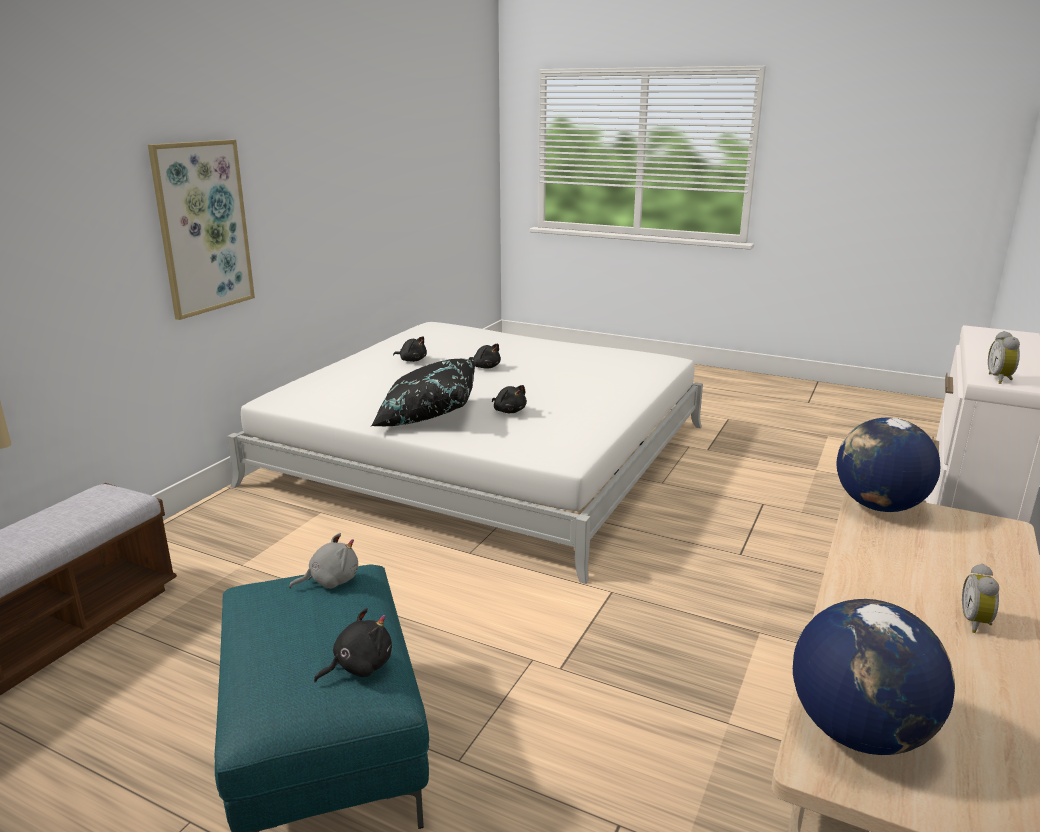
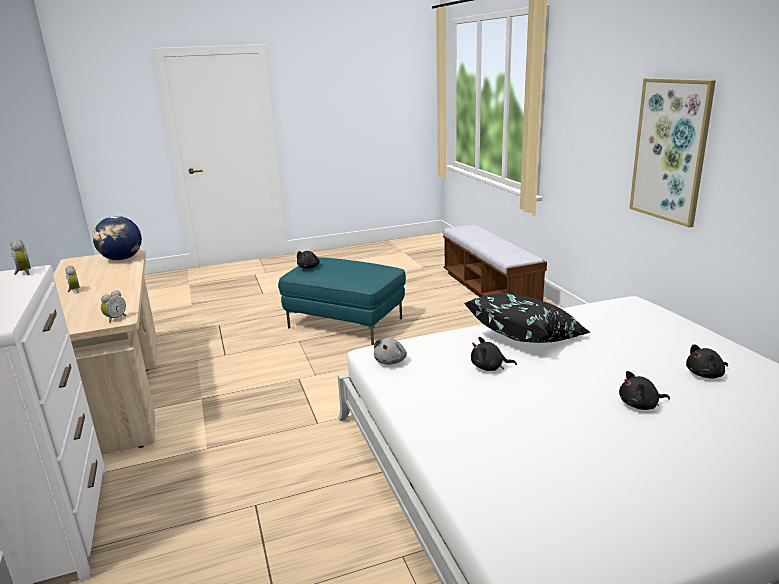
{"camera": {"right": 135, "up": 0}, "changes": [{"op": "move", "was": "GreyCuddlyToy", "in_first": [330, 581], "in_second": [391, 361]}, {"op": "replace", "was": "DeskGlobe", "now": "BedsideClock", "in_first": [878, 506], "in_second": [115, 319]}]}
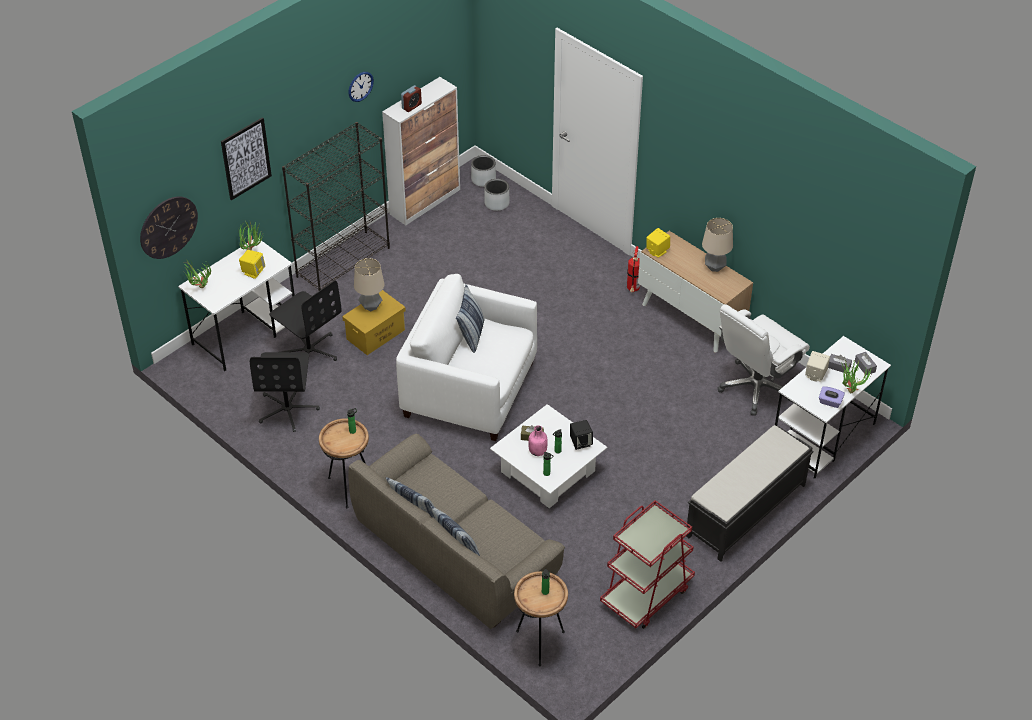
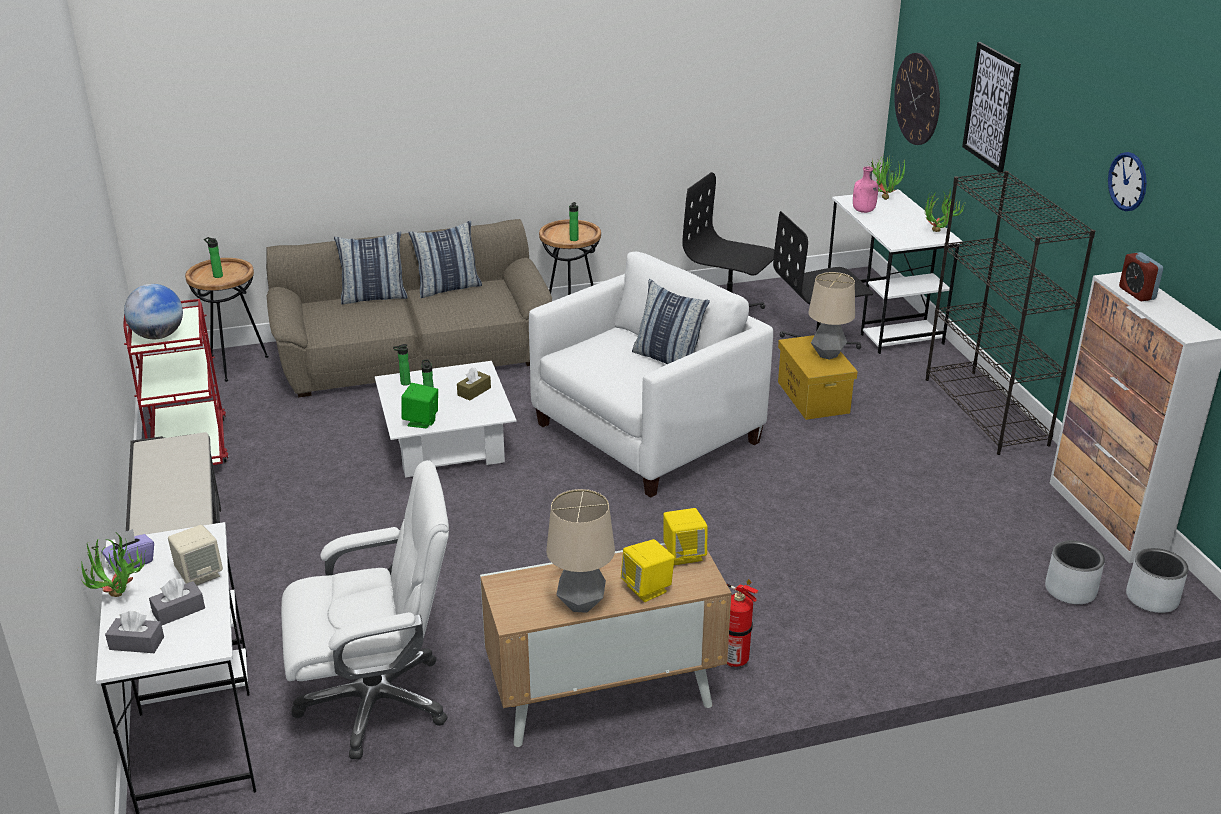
{"camera": {"right": 120, "up": -15}, "changes": [{"op": "insert", "now": "DeskGlobe", "in_second": [158, 336]}, {"op": "move", "was": "YellowishSpeaker", "in_first": [253, 272], "in_second": [647, 589]}, {"op": "move", "was": "PinkishBeverageBottle", "in_first": [538, 451], "in_second": [863, 211]}, {"op": "recolor", "was": "BlackishSpeaker", "now": "GreenishSpeaker", "in_first": [581, 442], "in_second": [421, 421]}, {"op": "rotate", "was": "WhiteDeskChair", "in_first": [756, 387], "in_second": [376, 701], "clockwise": 90}]}
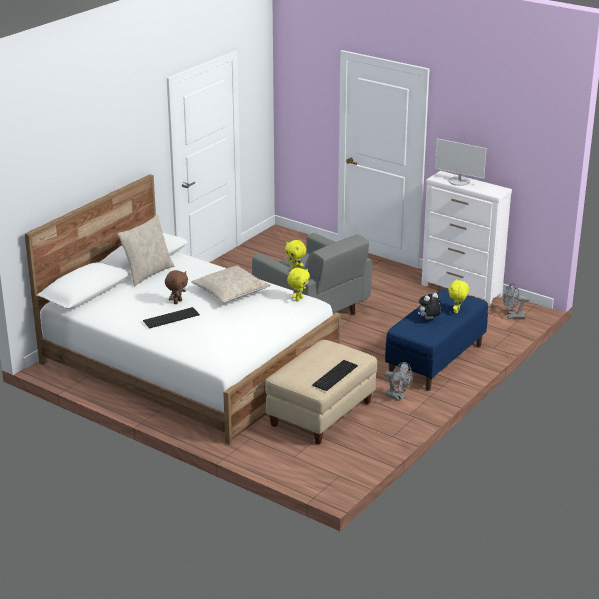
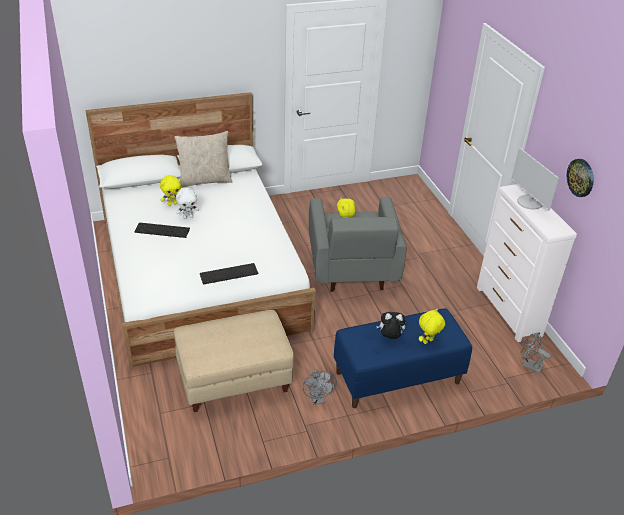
{"camera": {"right": 35, "up": 10}, "changes": [{"op": "delete", "was": "BeigeCushion", "in_first": [231, 291]}, {"op": "insert", "now": "HangingClock", "in_second": [580, 177]}, {"op": "move", "was": "YellowishCuddlyToy", "in_first": [298, 299], "in_second": [172, 204]}, {"op": "move", "was": "Keyboard", "in_first": [334, 375], "in_second": [229, 273]}, {"op": "recolor", "was": "BrownishCuddlyToy", "now": "WhiteCuddlyToy", "in_first": [177, 302], "in_second": [188, 217]}]}
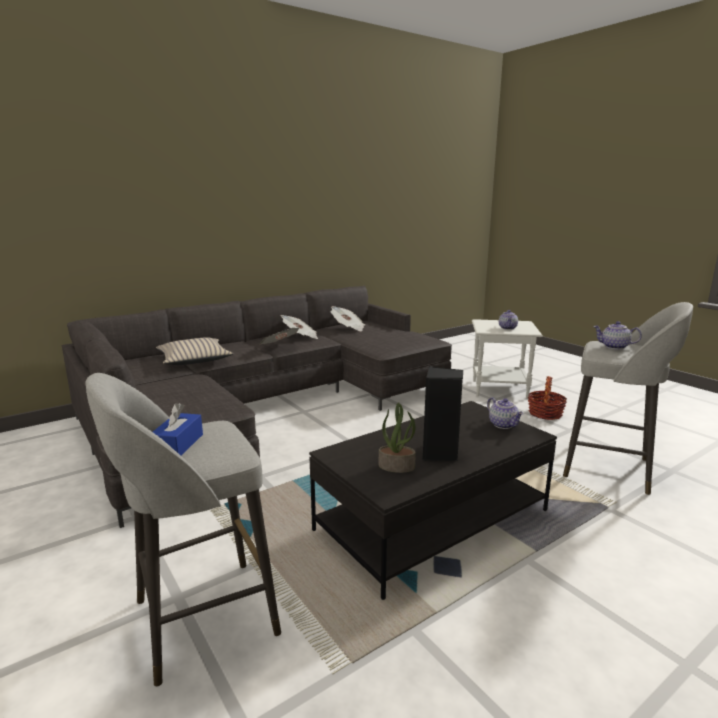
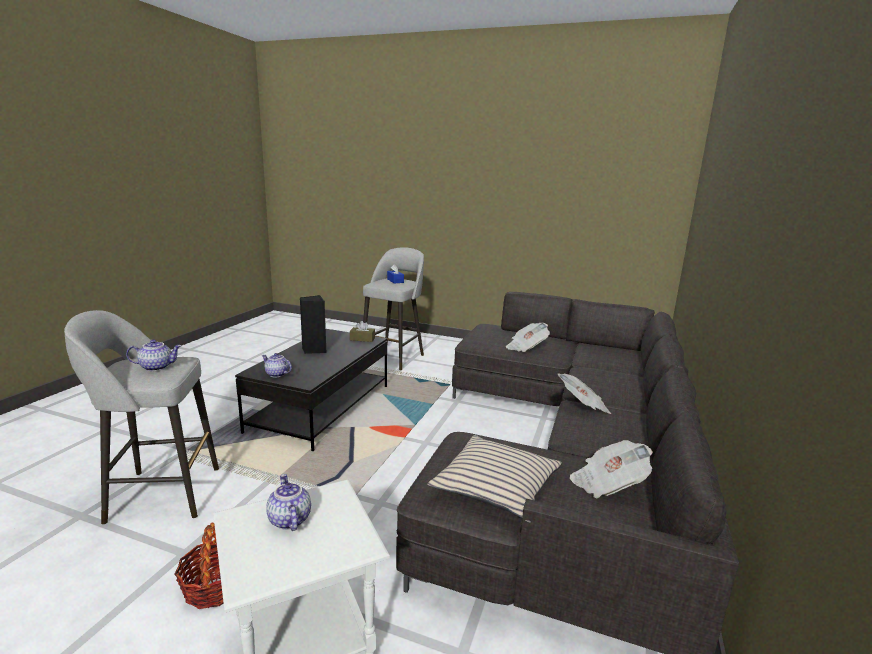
{"camera": {"right": 145, "up": 0}, "changes": [{"op": "delete", "was": "PottedPlant", "in_first": [397, 466]}, {"op": "insert", "now": "BrownishTissueHolder", "in_second": [362, 339]}, {"op": "move", "was": "BeigeCushion", "in_first": [194, 359], "in_second": [496, 486]}, {"op": "move", "was": "PrintedPaper", "in_first": [300, 337], "in_second": [526, 347]}]}
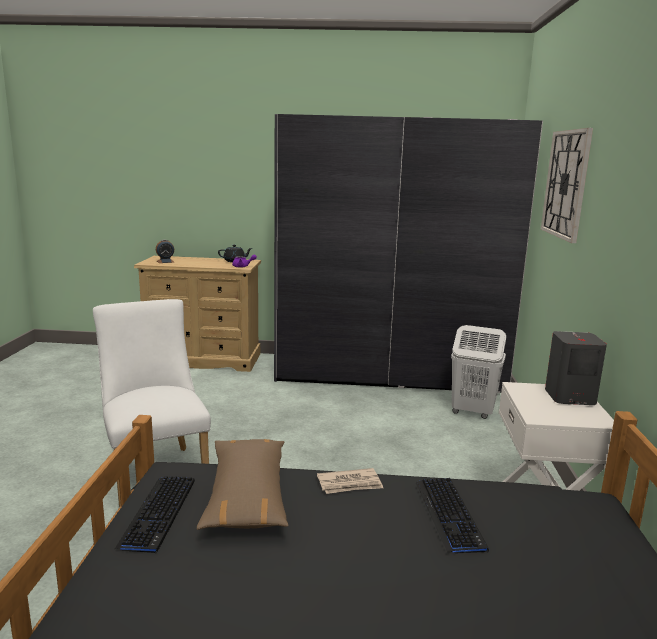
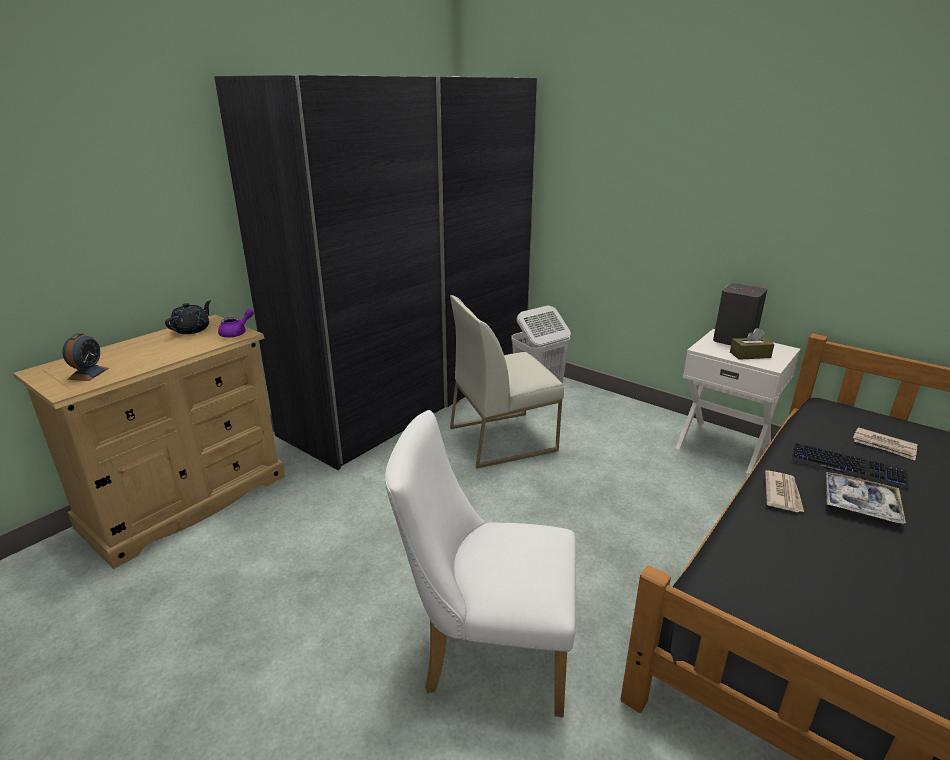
{"camera": {"right": -55, "up": 10}, "changes": [{"op": "delete", "was": "Keyboard", "in_first": [158, 513]}, {"op": "delete", "was": "BrownishCushion", "in_first": [247, 495]}, {"op": "delete", "was": "HangingClock", "in_first": [566, 184]}, {"op": "insert", "now": "WhitePlainChair", "in_second": [503, 438]}, {"op": "insert", "now": "BrownishTissueHolder", "in_second": [750, 355]}, {"op": "insert", "now": "CarryingTray", "in_second": [860, 504]}, {"op": "insert", "now": "PrintedPaper", "in_second": [884, 446]}]}
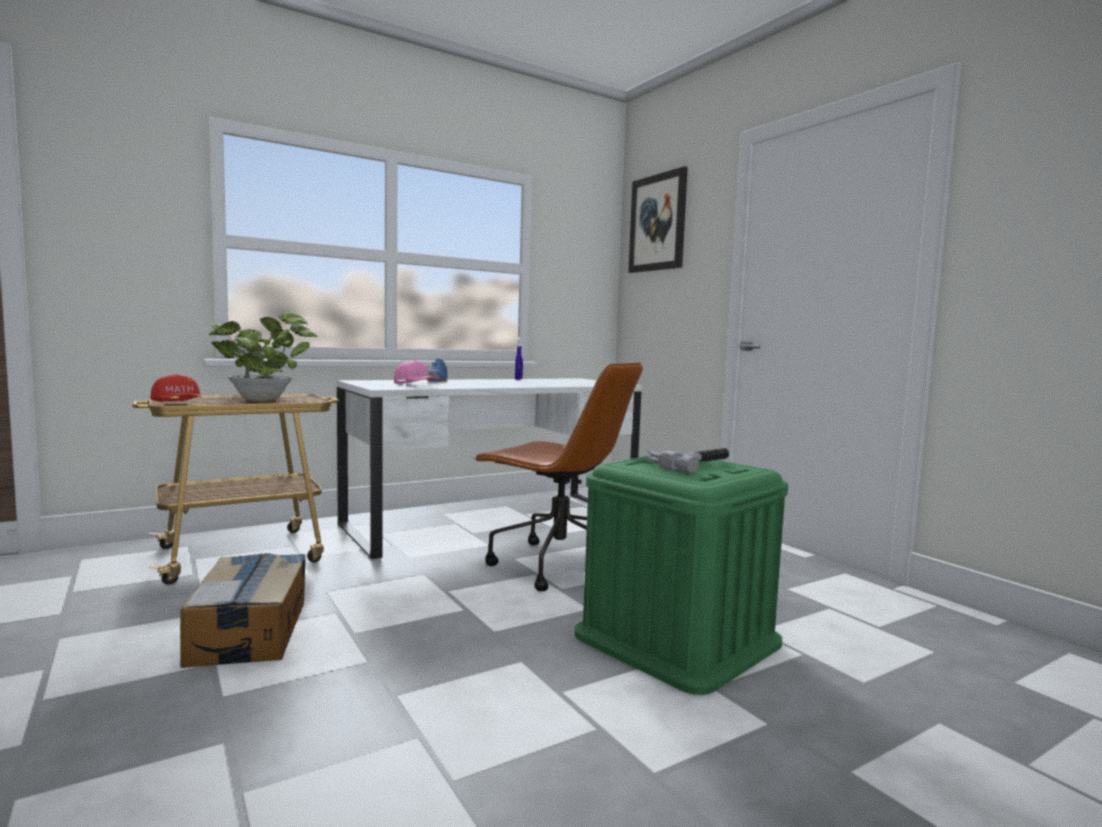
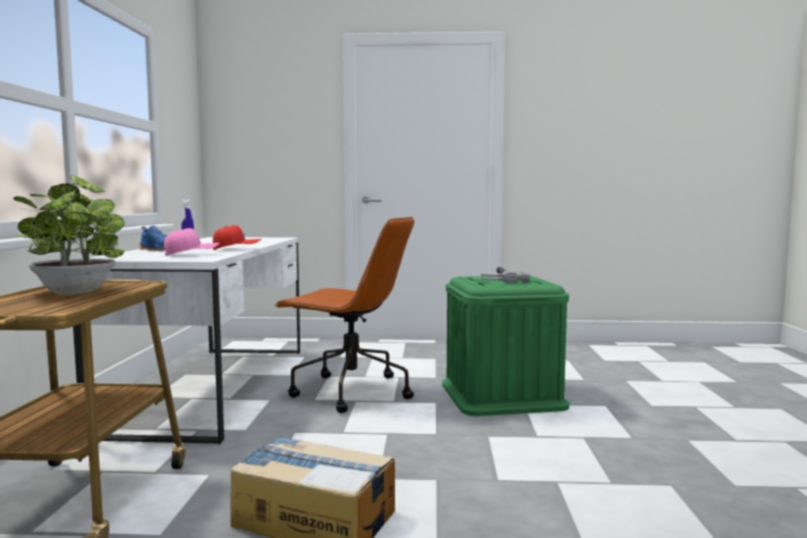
{"camera": {"right": -55, "up": 0}, "changes": [{"op": "delete", "was": "WallArt", "in_first": [657, 223]}, {"op": "move", "was": "ReddishBaseballCap", "in_first": [178, 404], "in_second": [237, 249]}, {"op": "rotate", "was": "BrownishDeskChair", "in_first": [556, 565], "in_second": [349, 392], "clockwise": 45}]}
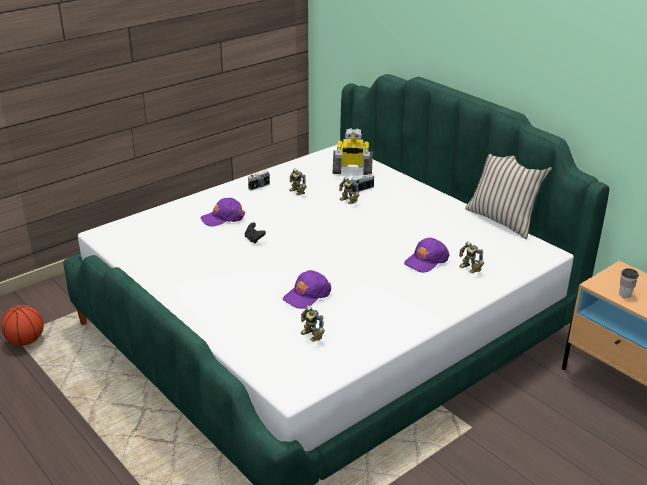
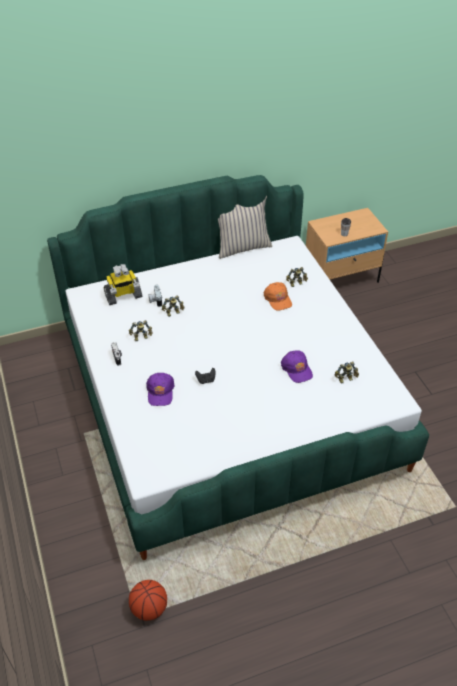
{"camera": {"right": -70, "up": 15}, "changes": [{"op": "recolor", "was": "PurplishBaseballCap", "now": "OrangeyBaseballCap", "in_first": [426, 260], "in_second": [278, 299]}, {"op": "rotate", "was": "ModelRobot", "in_first": [352, 171], "in_second": [123, 296], "clockwise": 45}]}
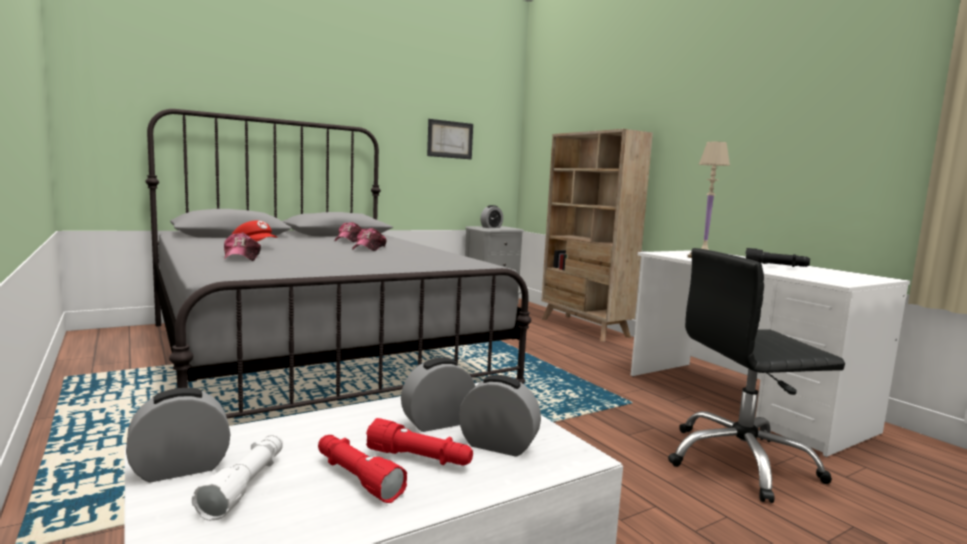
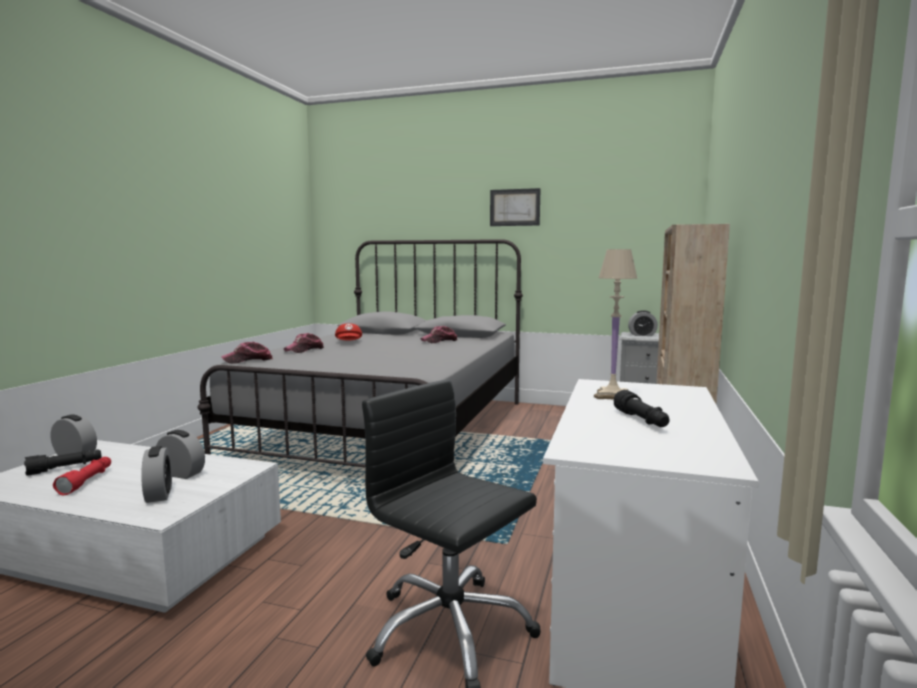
{"camera": {"right": 50, "up": 0}, "changes": [{"op": "delete", "was": "ReddishFlashlight", "in_first": [420, 459]}, {"op": "move", "was": "BaseballCap", "in_first": [369, 248], "in_second": [248, 360]}, {"op": "move", "was": "WallArt", "in_first": [450, 139], "in_second": [514, 207]}, {"op": "recolor", "was": "WhiteFlashlight", "now": "BlackishFlashlight", "in_first": [246, 485], "in_second": [65, 468]}]}
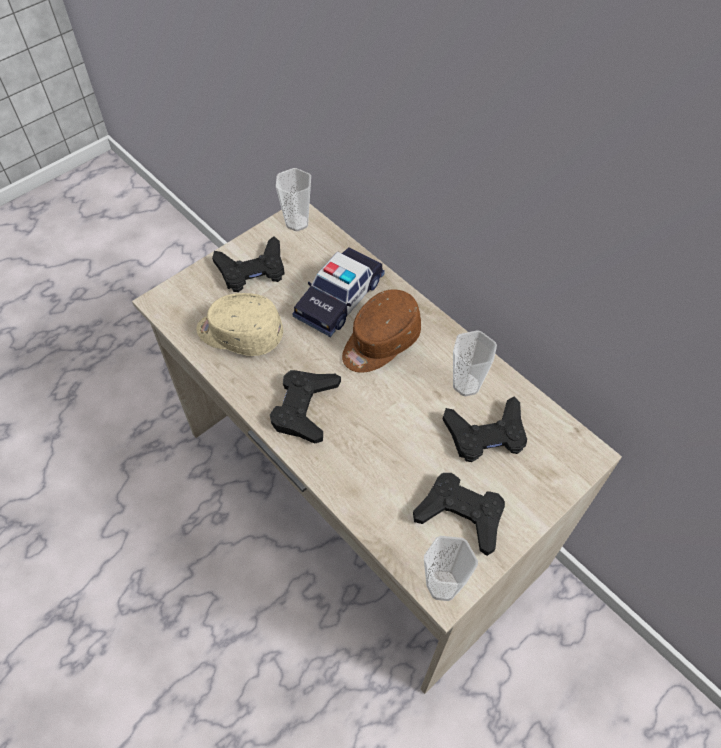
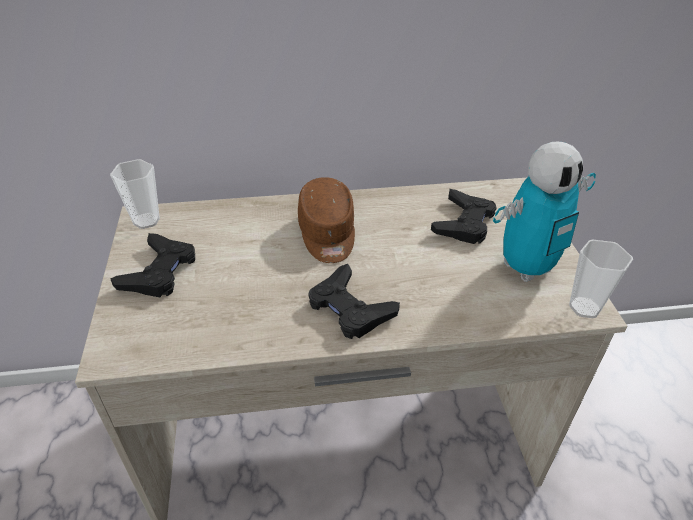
{"camera": {"right": -55, "up": -15}, "changes": [{"op": "delete", "was": "BeigeBaseballCap", "in_first": [239, 334]}, {"op": "delete", "was": "ToyCar", "in_first": [339, 298]}, {"op": "delete", "was": "DrinkingCup", "in_first": [466, 385]}, {"op": "replace", "was": "BlackishGameController", "now": "ModelRobot", "in_first": [461, 515], "in_second": [526, 268]}]}
